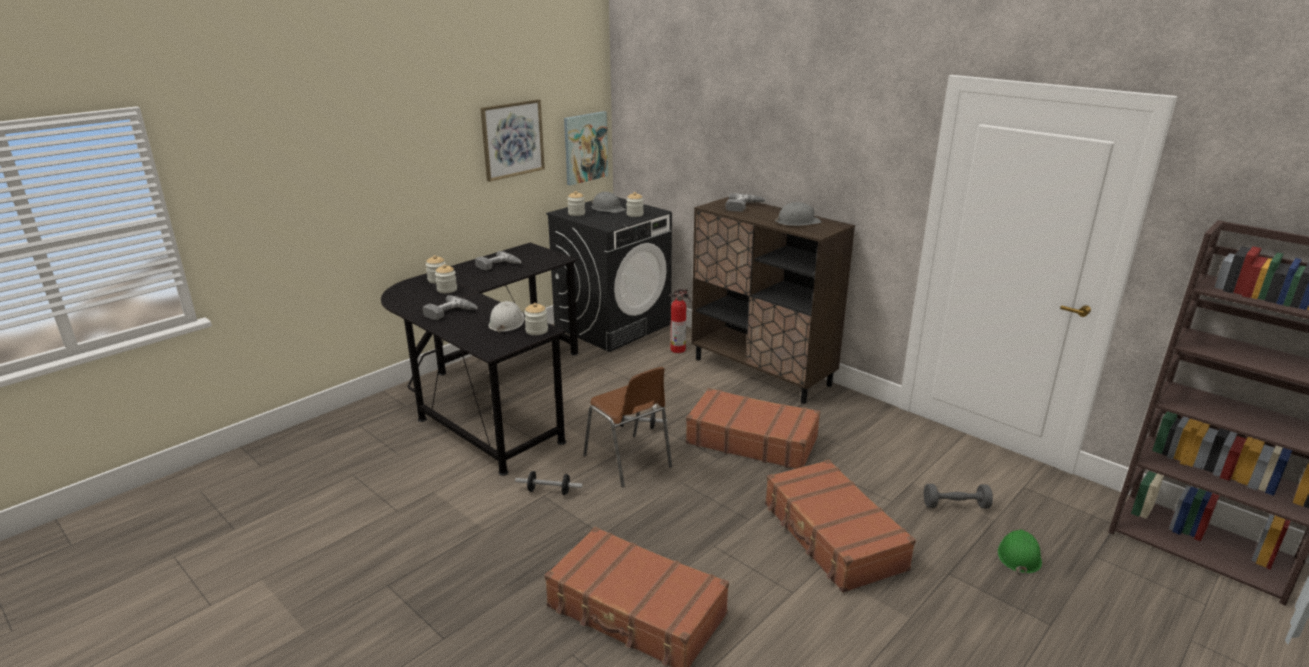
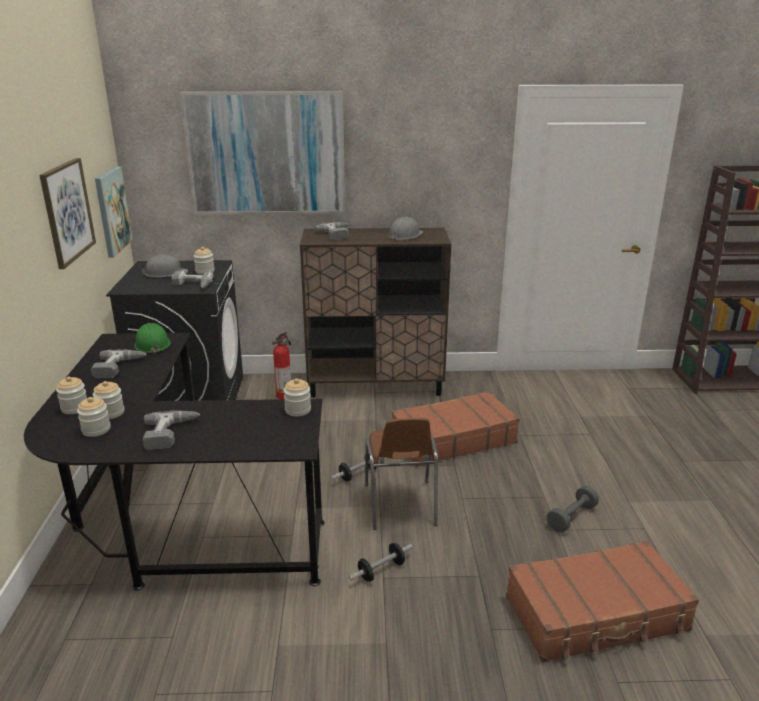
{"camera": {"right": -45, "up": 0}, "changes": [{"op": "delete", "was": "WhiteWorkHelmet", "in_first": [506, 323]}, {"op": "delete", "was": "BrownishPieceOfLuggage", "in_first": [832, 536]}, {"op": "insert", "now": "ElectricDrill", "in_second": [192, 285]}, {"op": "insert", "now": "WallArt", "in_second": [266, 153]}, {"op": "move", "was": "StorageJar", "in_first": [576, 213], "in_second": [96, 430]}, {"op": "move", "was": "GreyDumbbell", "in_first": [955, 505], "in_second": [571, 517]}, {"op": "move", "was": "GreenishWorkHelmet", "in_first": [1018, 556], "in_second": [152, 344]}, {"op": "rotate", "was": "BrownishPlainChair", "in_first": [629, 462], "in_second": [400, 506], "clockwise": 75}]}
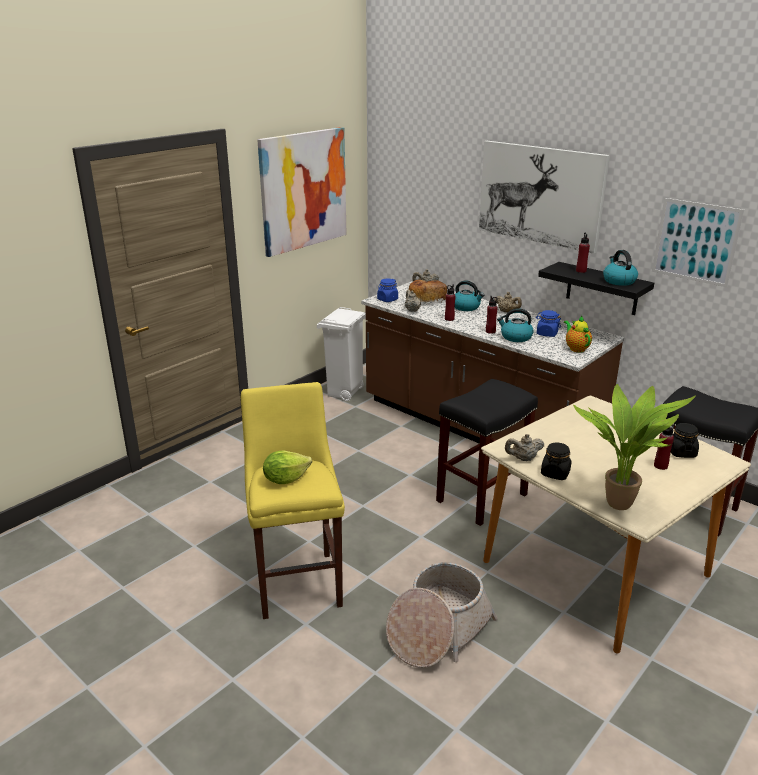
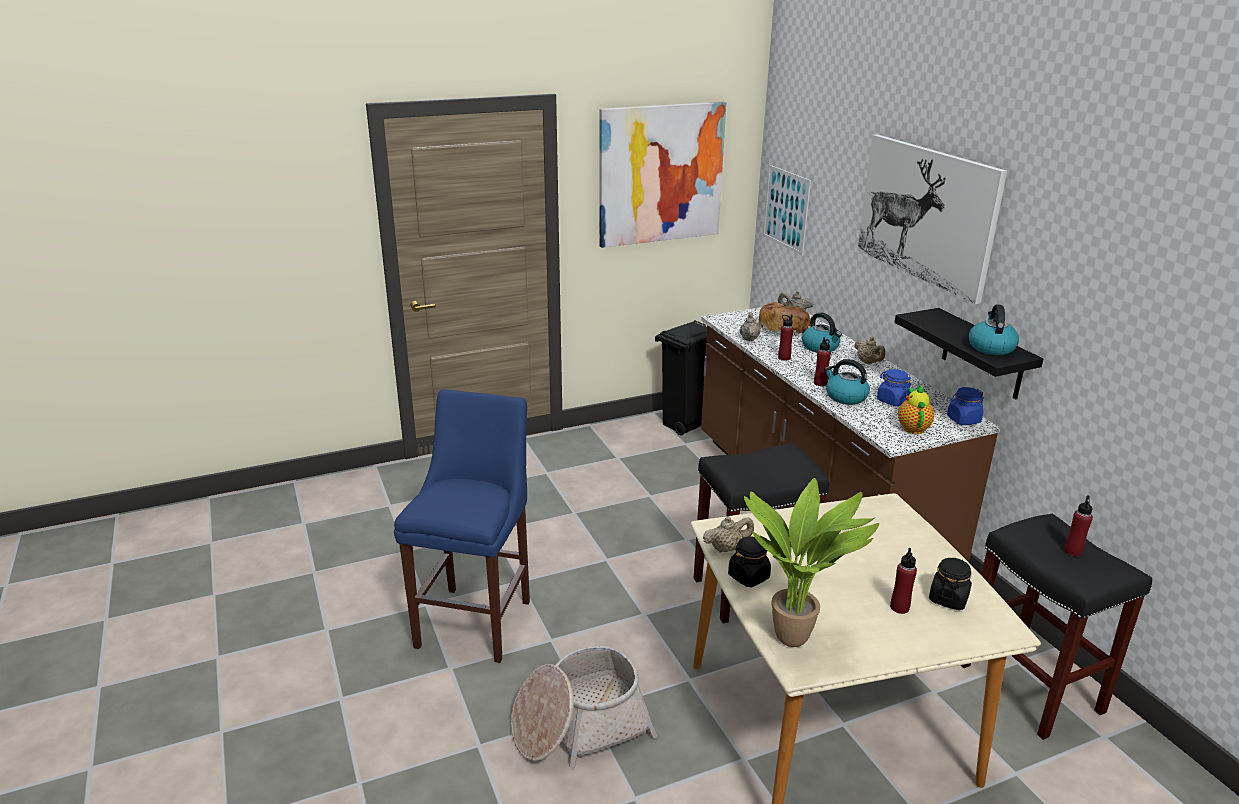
{"camera": {"right": 25, "up": 0}, "changes": [{"op": "delete", "was": "Lettuce", "in_first": [285, 479]}, {"op": "move", "was": "BluishStorageJar", "in_first": [387, 299], "in_second": [963, 420]}, {"op": "move", "was": "ReddishBeverageBottle", "in_first": [581, 271], "in_second": [1073, 551]}, {"op": "move", "was": "WallArt", "in_first": [695, 242], "in_second": [786, 209]}, {"op": "recolor", "was": "YellowishSittingStool", "now": "BluishSittingStool", "in_first": [298, 580], "in_second": [477, 619]}, {"op": "recolor", "was": "WhiteTrashCan", "now": "BlackishTrashCan", "in_first": [344, 393], "in_second": [684, 425]}, {"op": "rotate", "was": "BeigePotForTea", "in_first": [523, 459], "in_second": [727, 548], "clockwise": 150}]}
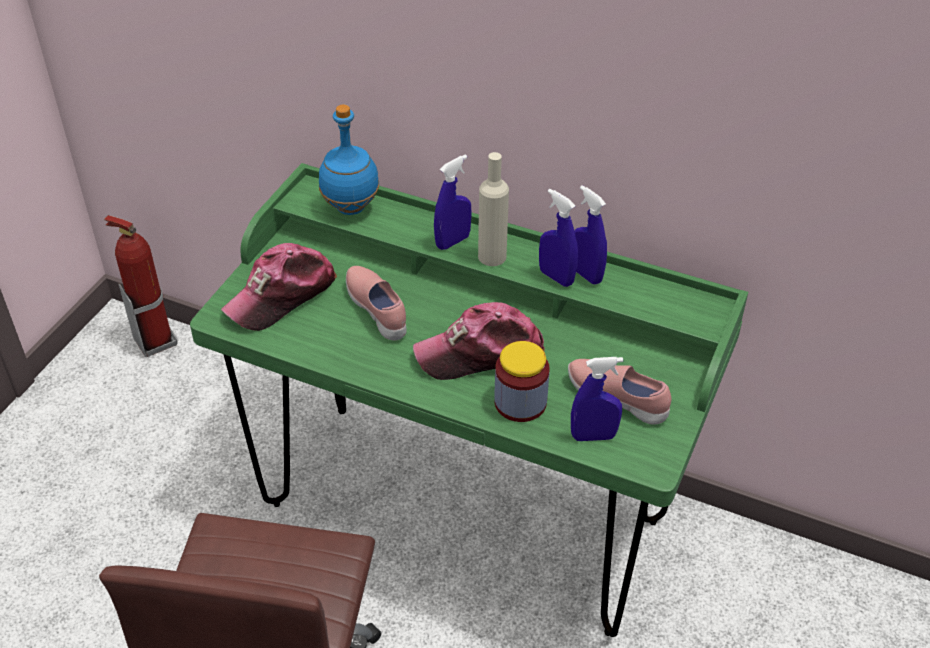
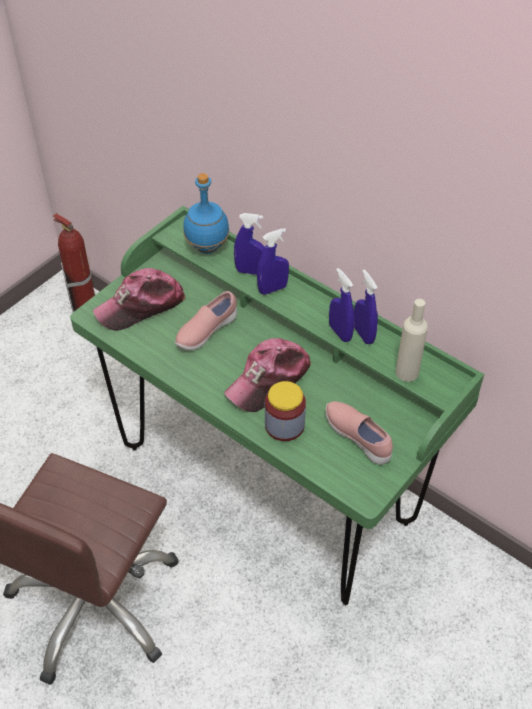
{"camera": {"right": 15, "up": 5}, "changes": [{"op": "move", "was": "BeigeBeverageBottle", "in_first": [492, 256], "in_second": [407, 372]}, {"op": "move", "was": "BluishSprayBottle", "in_first": [593, 436], "in_second": [251, 271]}, {"op": "rotate", "was": "PinkishLowShoe", "in_first": [378, 310], "in_second": [206, 331], "clockwise": -120}, {"op": "rotate", "was": "BaseballCap", "in_first": [480, 353], "in_second": [269, 380], "clockwise": -45}]}
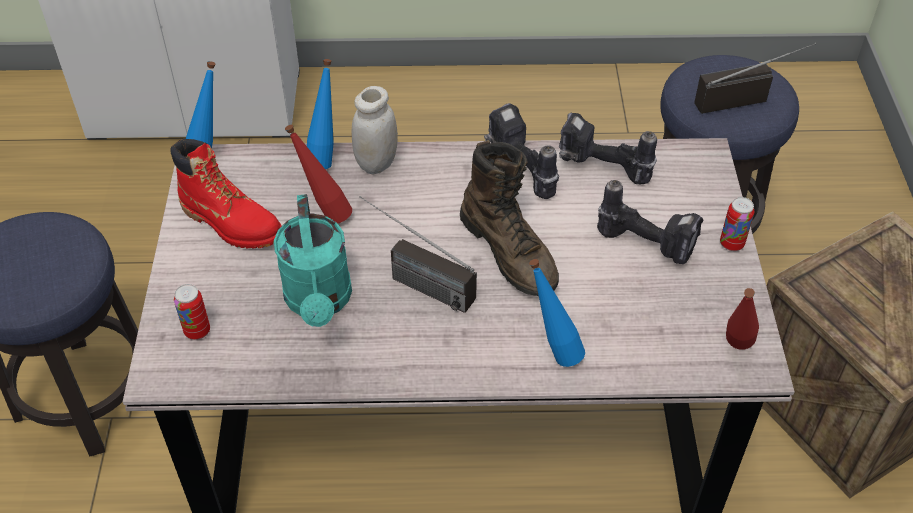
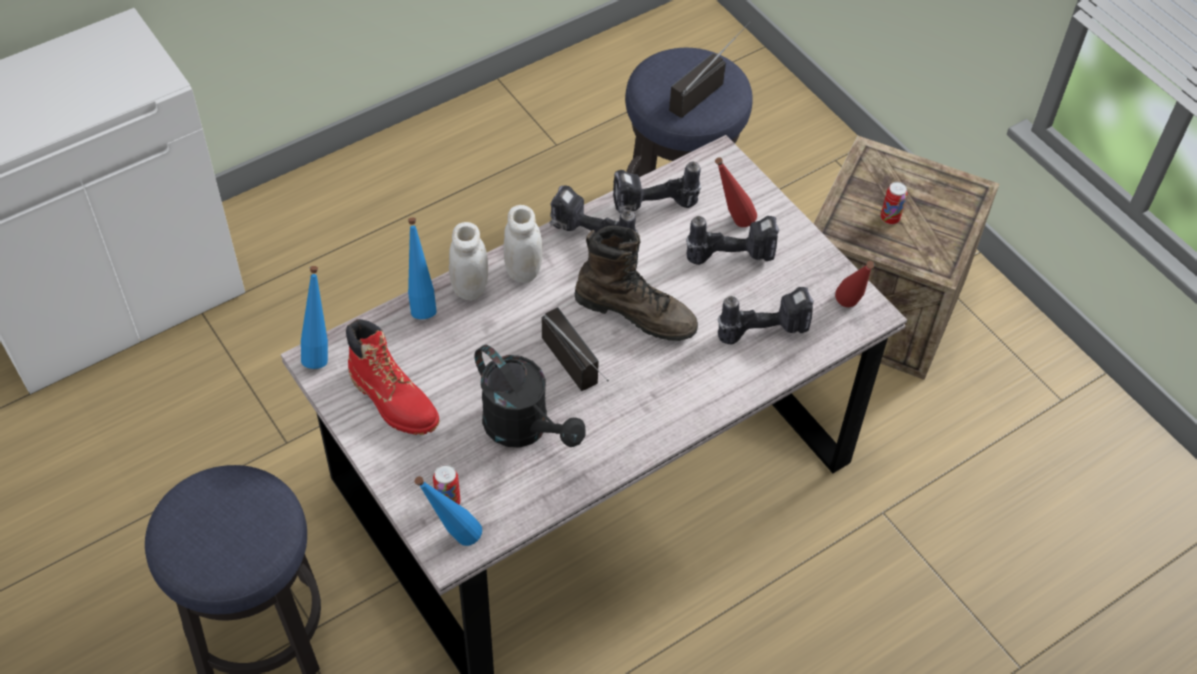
{"camera": {"right": -35, "up": 5}, "changes": [{"op": "insert", "now": "WhiteStorageJar", "in_second": [523, 271]}, {"op": "insert", "now": "ElectricDrill", "in_second": [764, 329]}, {"op": "move", "was": "ReddishBeverageBottle", "in_first": [324, 214], "in_second": [731, 222]}, {"op": "move", "was": "BluishBeverageBottle", "in_first": [553, 352], "in_second": [452, 536]}, {"op": "move", "was": "Can", "in_first": [731, 244], "in_second": [889, 218]}, {"op": "recolor", "was": "TurquoiseWateringCan", "now": "BlackishWateringCan", "in_first": [319, 302], "in_second": [524, 428]}, {"op": "rotate", "was": "ReddishTallBoot", "in_first": [231, 223], "in_second": [393, 400], "clockwise": 45}, {"op": "rotate", "was": "RadioReceiver", "in_first": [412, 281], "in_second": [582, 374], "clockwise": -120}]}
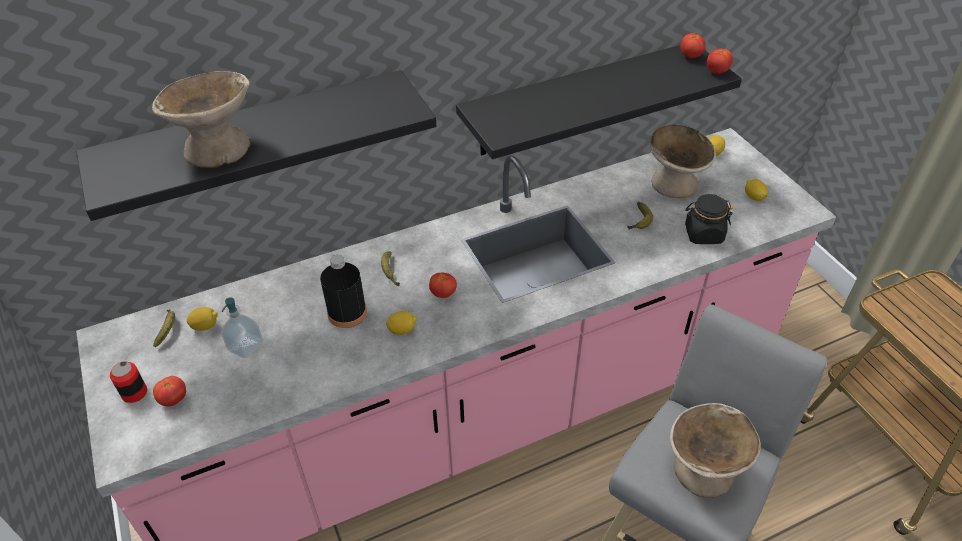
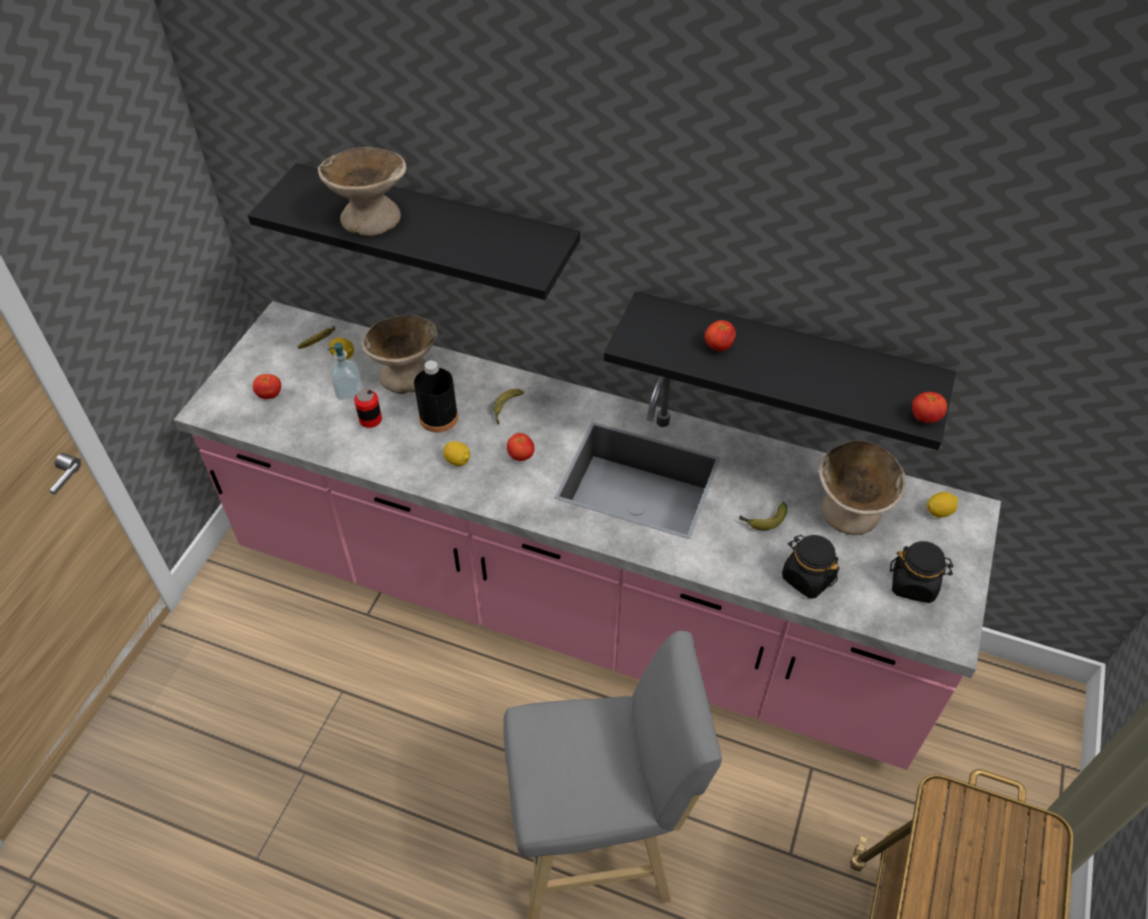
{"camera": {"right": 45, "up": 5}, "changes": [{"op": "move", "was": "Can", "in_first": [134, 393], "in_second": [370, 420]}, {"op": "move", "was": "BeigeDeepDish", "in_first": [704, 471], "in_second": [406, 375]}, {"op": "move", "was": "WholeTomato", "in_first": [690, 56], "in_second": [718, 346]}, {"op": "replace", "was": "WholeLemon", "now": "BlackishStorageJar", "in_first": [754, 197], "in_second": [914, 584]}]}
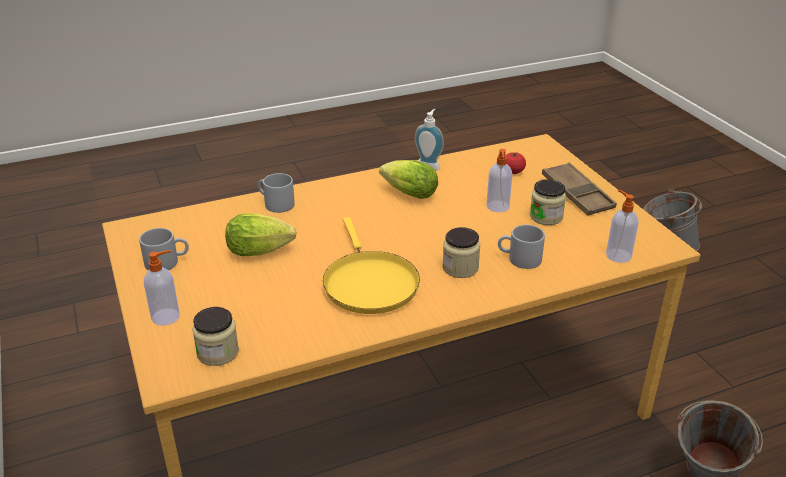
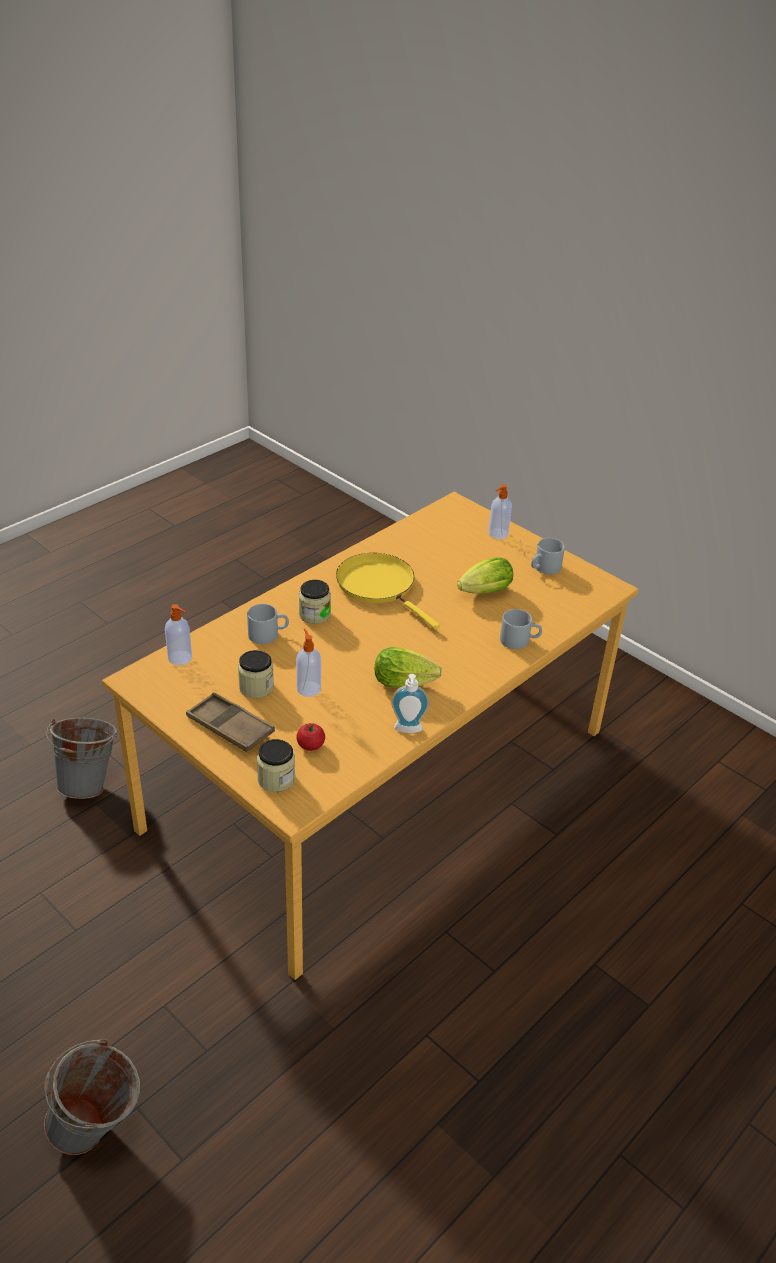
{"camera": {"right": 155, "up": 5}, "changes": [{"op": "move", "was": "StorageJar", "in_first": [218, 352], "in_second": [276, 779]}]}
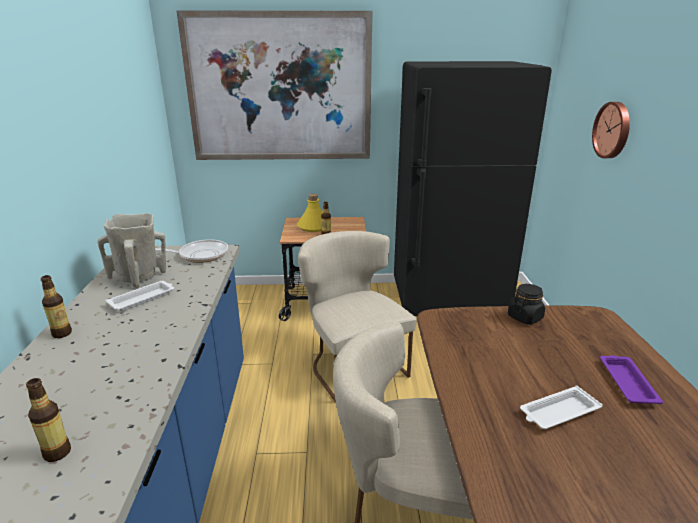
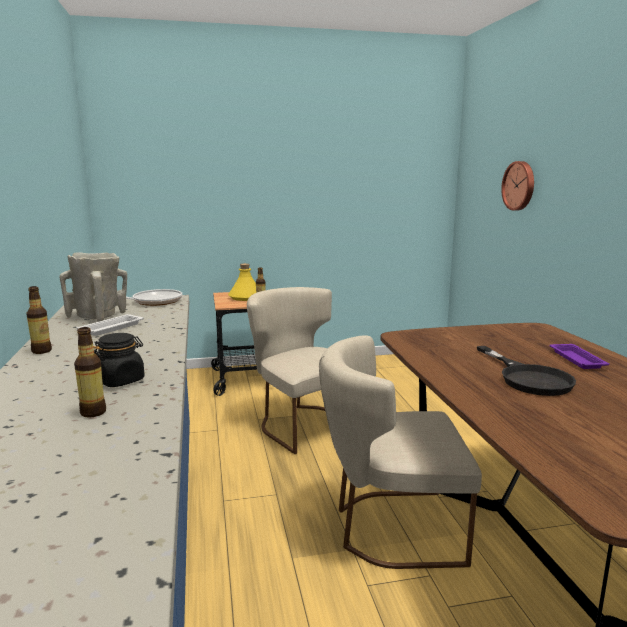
{"camera": {"right": -10, "up": -10}, "changes": [{"op": "delete", "was": "WallArt", "in_first": [280, 88]}, {"op": "delete", "was": "BlackishKitchenFridge", "in_first": [448, 303]}, {"op": "move", "was": "BlackishStorageJar", "in_first": [525, 317], "in_second": [120, 380]}, {"op": "replace", "was": "WhiteCarryingTray", "now": "BlackishPan", "in_first": [558, 412], "in_second": [528, 378]}]}
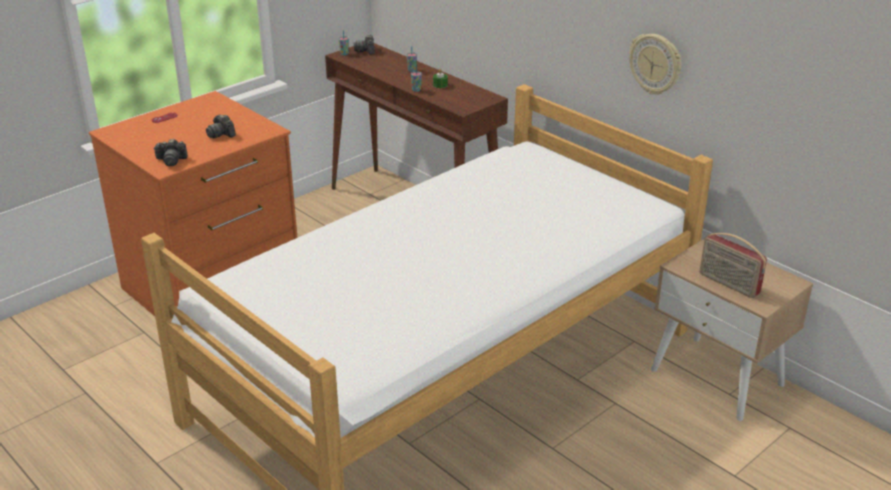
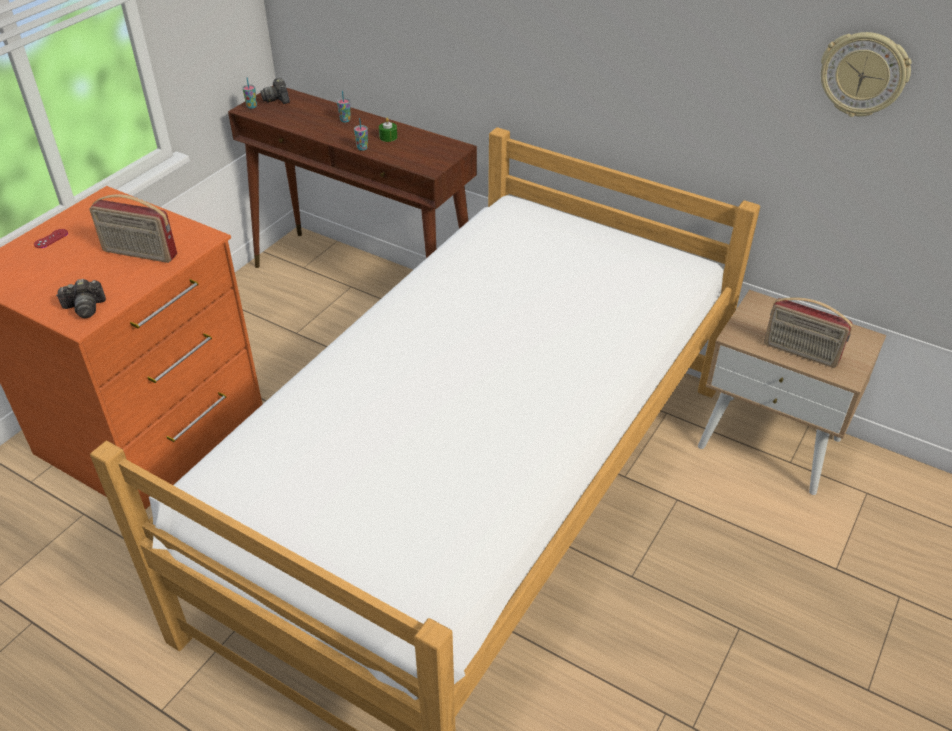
{"camera": {"right": -15, "up": 10}, "changes": [{"op": "move", "was": "HangingClock", "in_first": [655, 64], "in_second": [863, 74]}, {"op": "replace", "was": "StillCamera", "now": "RadioReceiver", "in_first": [221, 134], "in_second": [139, 254]}]}
